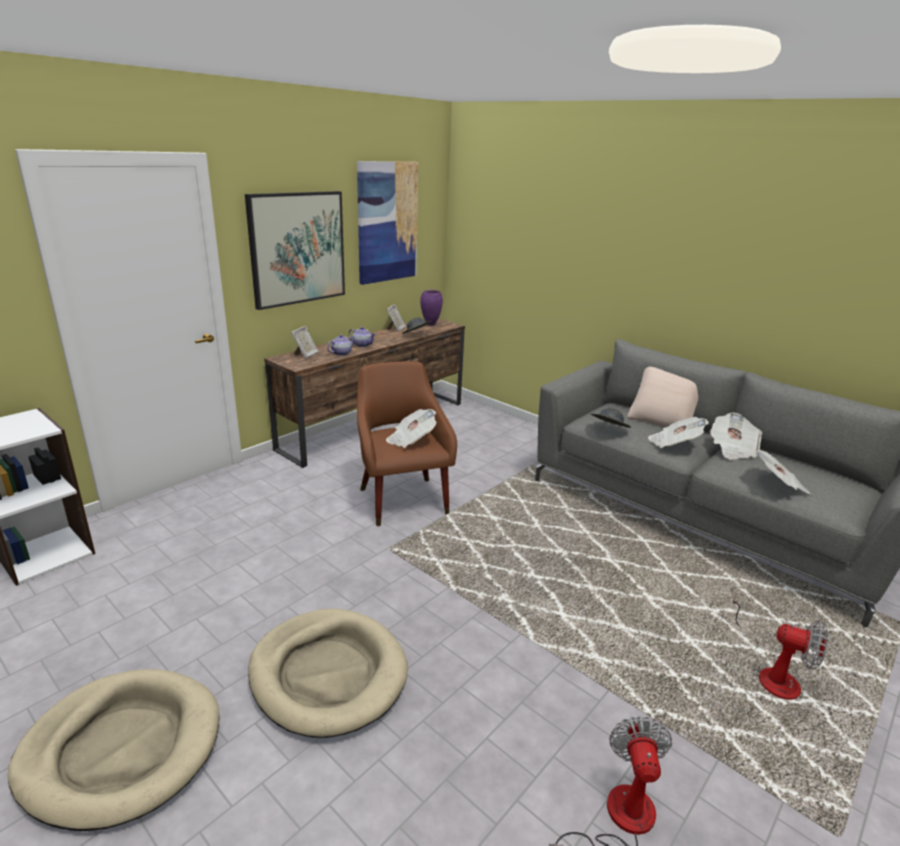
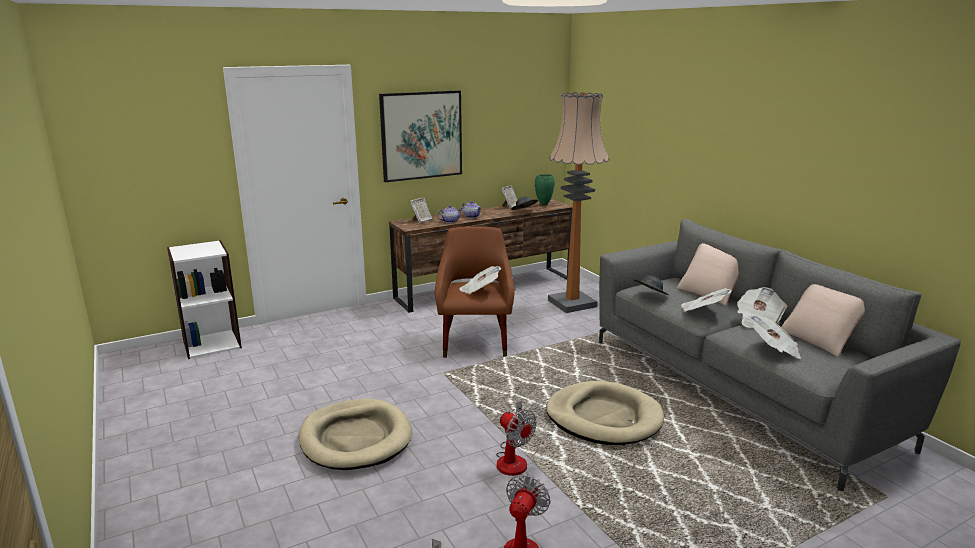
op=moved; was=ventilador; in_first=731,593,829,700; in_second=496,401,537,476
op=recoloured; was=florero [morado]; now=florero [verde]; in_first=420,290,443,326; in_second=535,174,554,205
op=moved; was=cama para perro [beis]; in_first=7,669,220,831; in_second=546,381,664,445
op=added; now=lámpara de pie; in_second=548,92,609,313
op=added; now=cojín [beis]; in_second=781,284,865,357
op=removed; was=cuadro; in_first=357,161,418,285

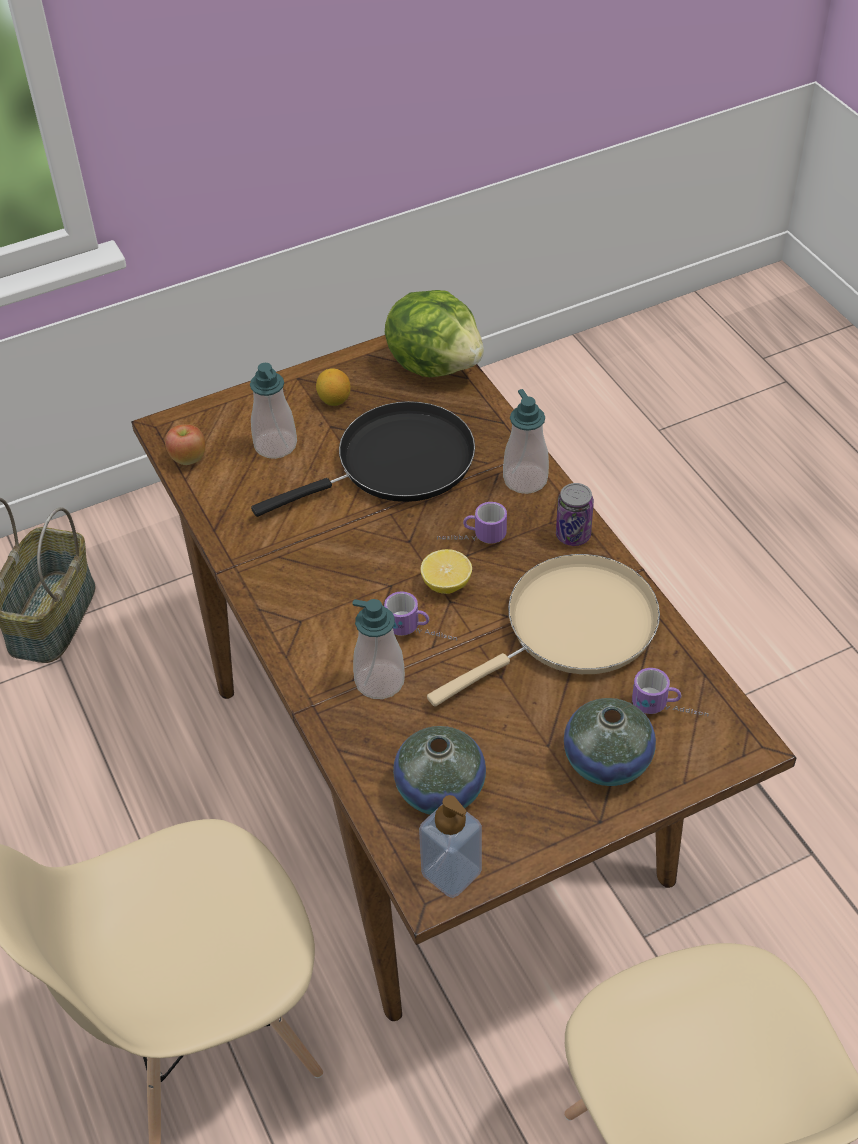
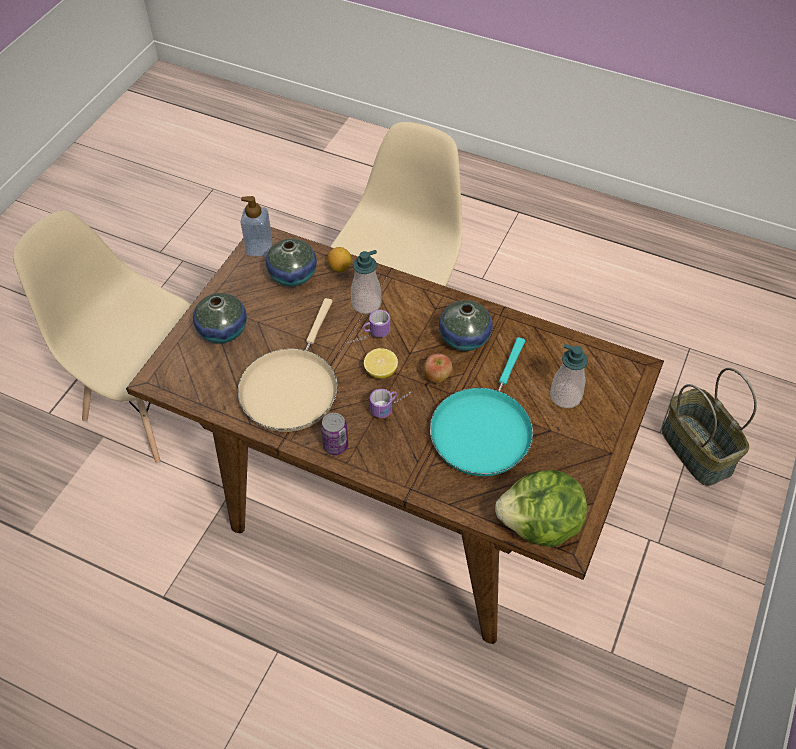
op=moved; was=limón; in_first=316,368,351,406; in_second=328,247,351,272
op=moved; was=manzana; in_first=165,424,205,465; in_second=424,354,452,383
op=recoloured; was=sartén [negro]; now=sartén [turquesa]; in_first=251,401,475,517; in_second=430,337,533,476
op=added; now=florero; in_second=439,300,493,351
op=removed; was=dispensador de jabón; in_first=503,389,549,494
op=removed; was=taza grande; in_first=632,668,709,716

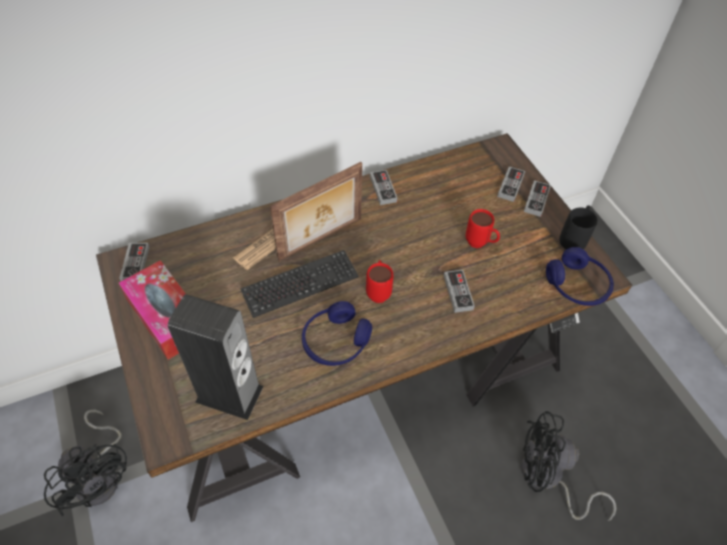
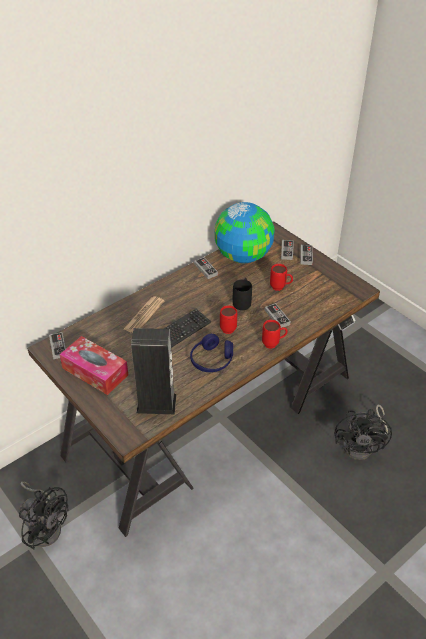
op=added; now=globo terráqueo; in_second=215,202,275,263
op=moved; was=taza grande [negro]; in_first=559,205,597,249; in_second=233,278,252,310
op=added; now=taza grande [rojo]; in_second=262,320,288,349
op=turned; was=ventilador [negro]; in_first=521,411,616,521; in_second=335,405,392,460; clockwise=-75
op=removed; was=portarretratos; in_first=270,162,362,261
op=removed; was=auriculares [azul]; in_first=546,247,614,306

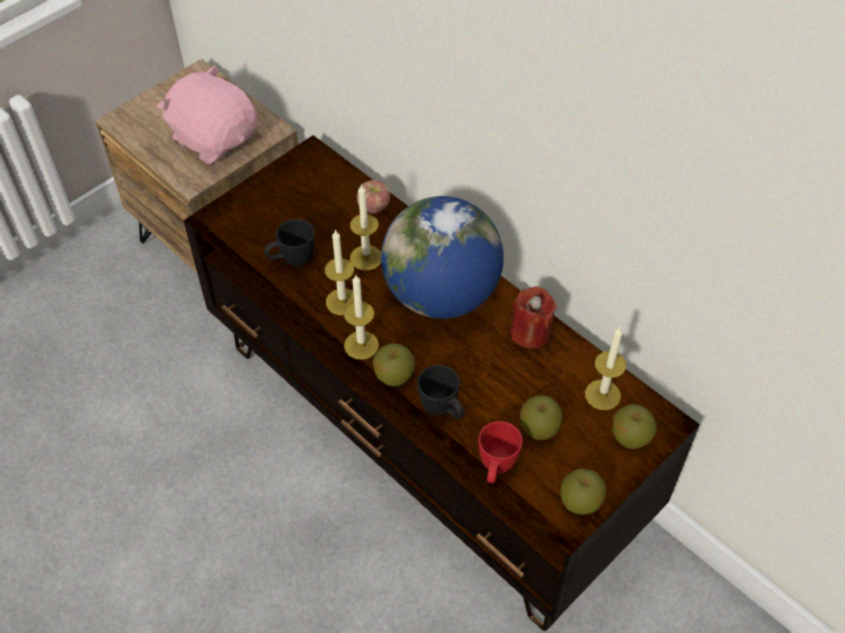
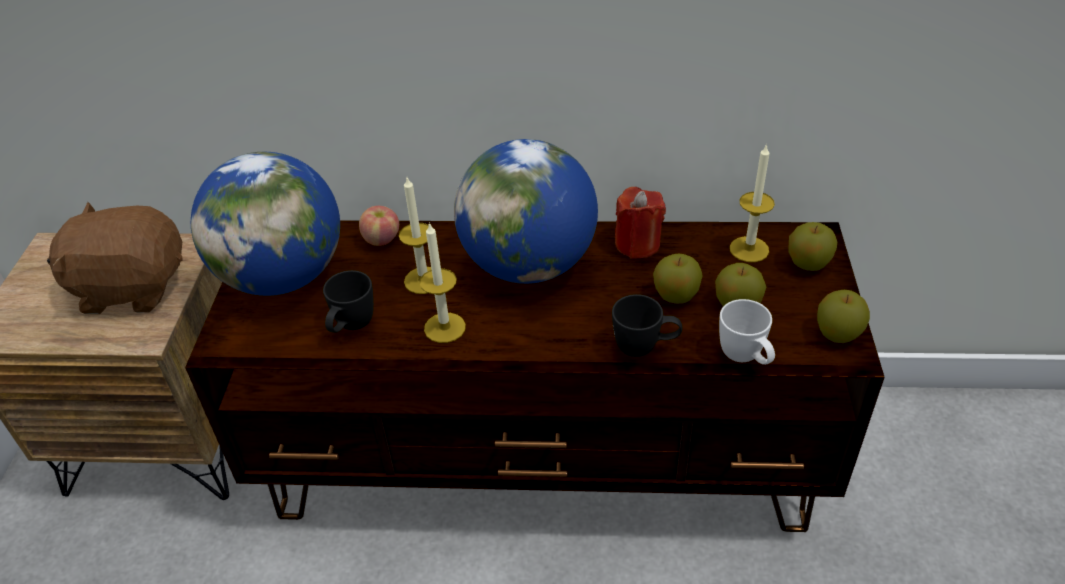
op=recoloured; was=peluche [rosa]; now=peluche [marrón]; in_first=157,65,257,164; in_second=47,202,183,314
op=added; now=globo terráqueo; in_second=191,152,340,296
op=moved; was=manzana; in_first=373,343,415,387; in_second=653,253,703,304
op=recoloured; was=taza grande [rojo]; now=taza grande [blanco]; in_first=478,421,523,483; in_second=719,299,775,365
op=removed; was=vela; in_first=344,275,379,360

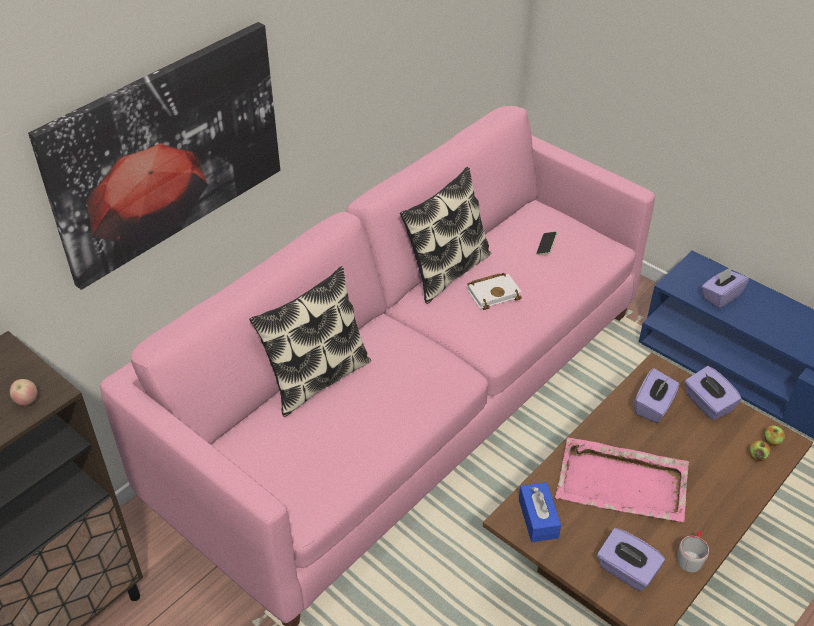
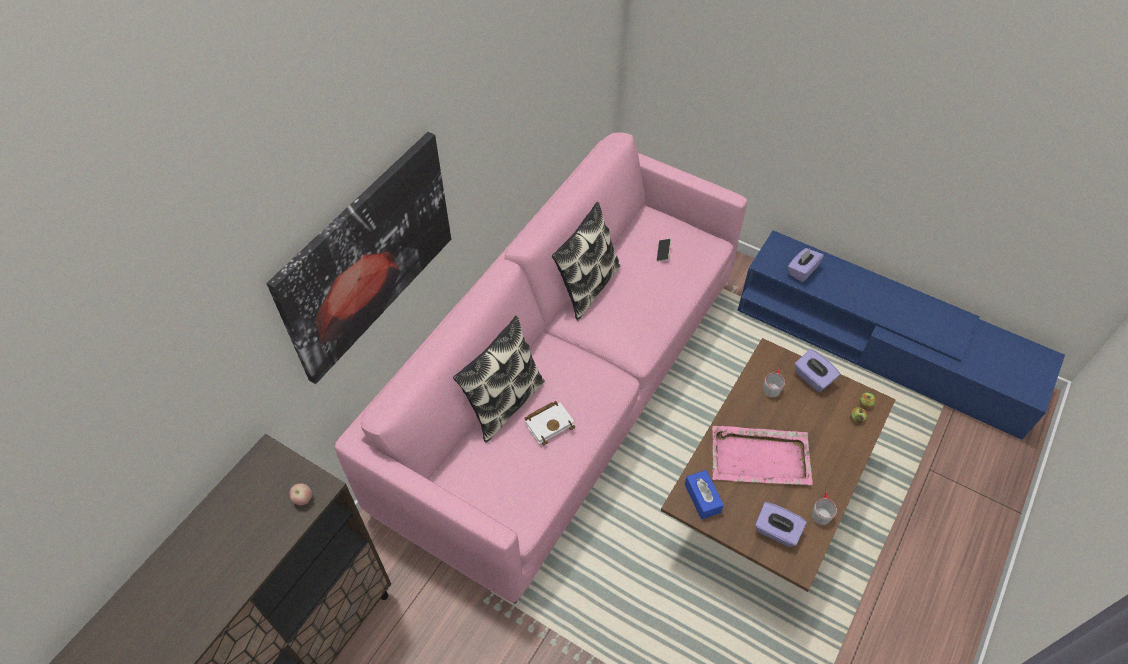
op=moved; was=libro [blanco]; in_first=467,273,522,310; in_second=525,401,575,445
op=replaced; was=caja de pañuelos [morado]; now=taza grande [gris]; in_first=634,368,679,423; in_second=763,369,785,397

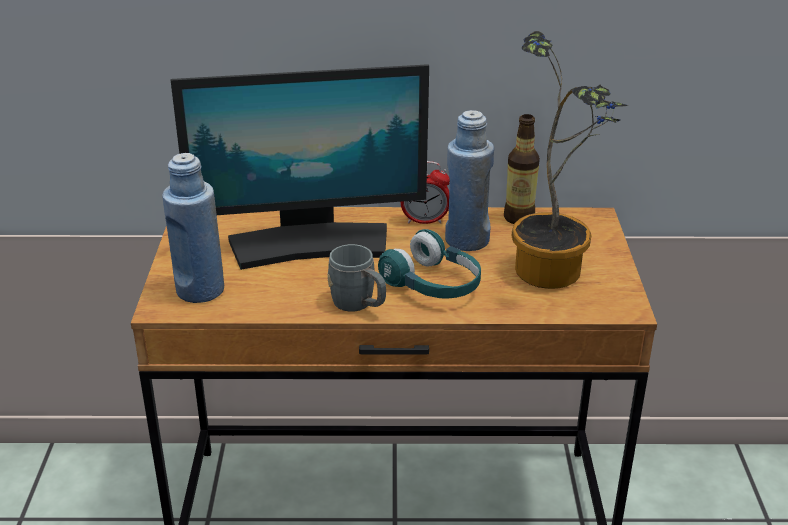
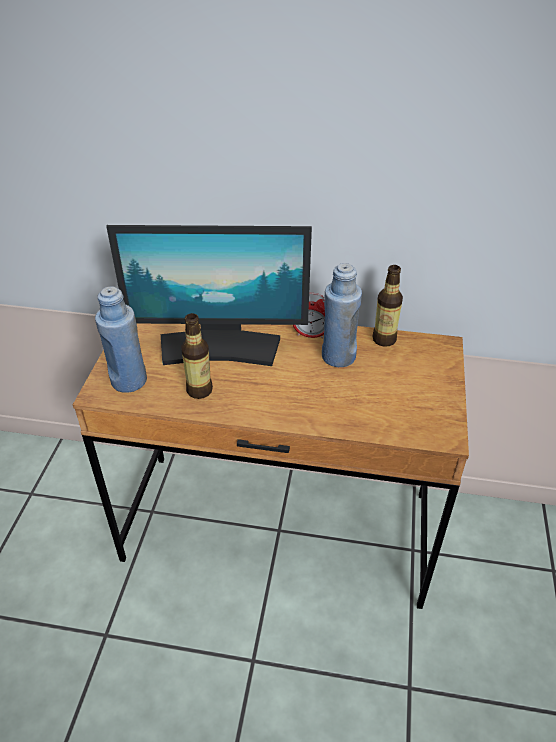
op=added; now=botella; in_second=181,313,213,399
op=removed; was=taza grande [gris]; in_first=327,244,386,312
op=removed; was=auriculares [turquesa]; in_first=378,229,481,299
op=removed; was=planta en maceta; in_first=512,31,628,289

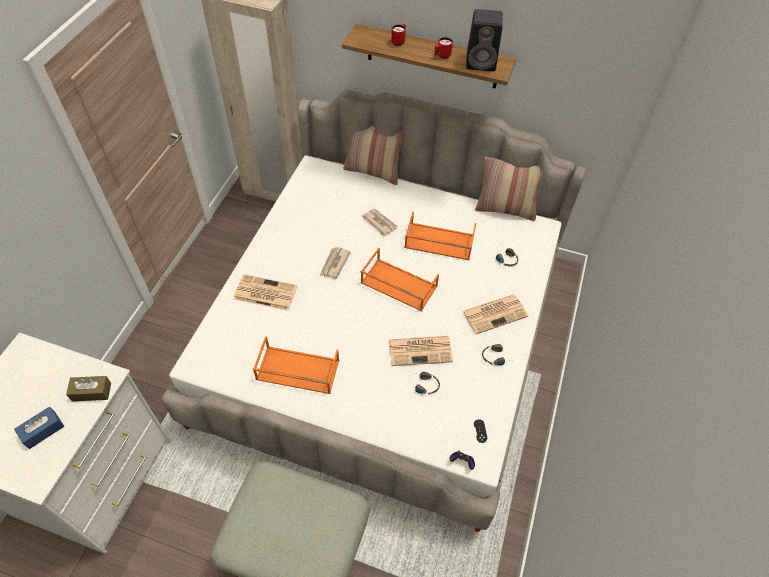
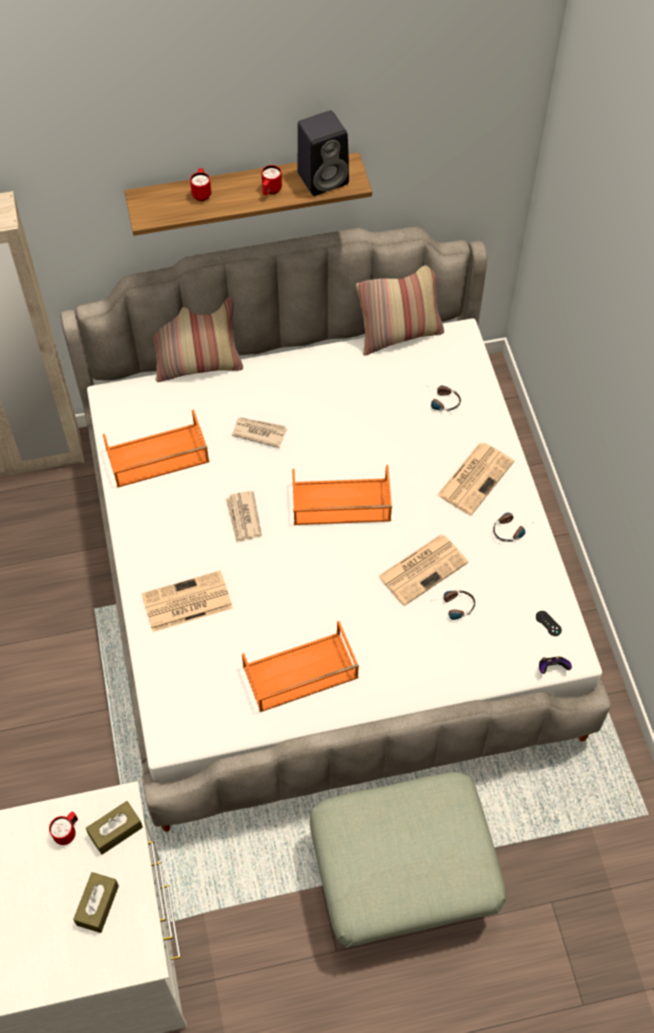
op=added; now=taza grande [rojo]; in_second=49,812,78,845
op=recoloured; was=caja de pañuelos [azul]; now=caja de pañuelos [marrón]; in_first=14,407,64,449; in_second=73,872,119,933
op=moved; was=bandeja [naranja]; in_first=404,211,476,260; in_second=103,410,210,488

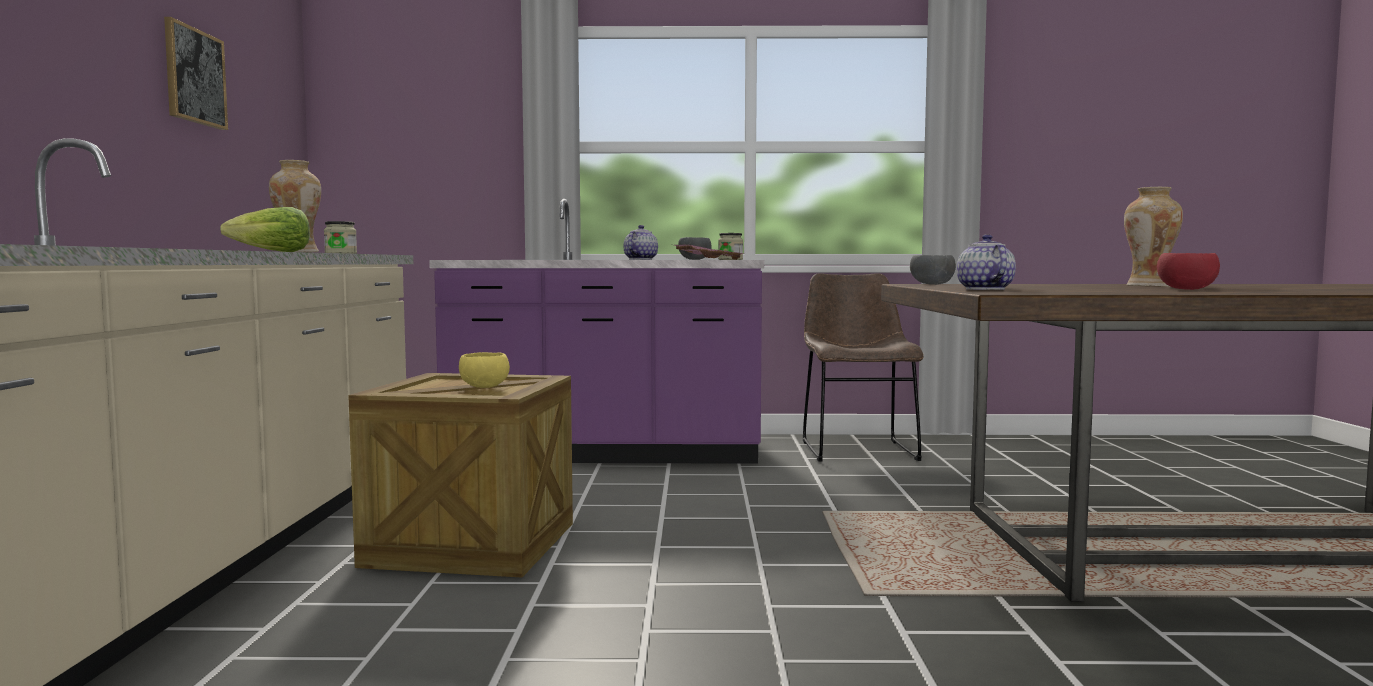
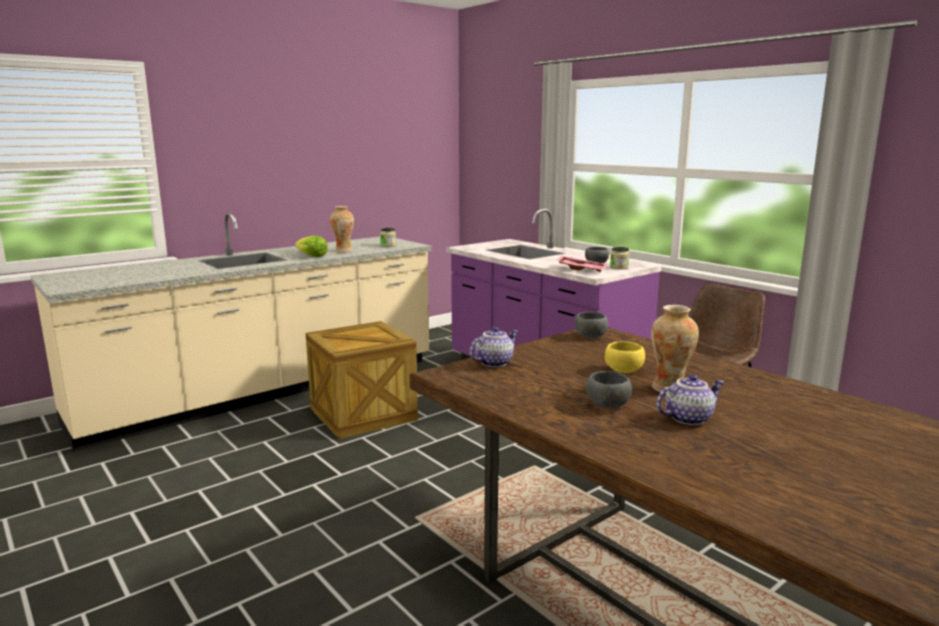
op=recoloured; was=cuenco [rojo]; now=cuenco [gris]; in_first=1157,253,1220,290; in_second=586,371,632,408
op=moved; was=cuenco [amarillo]; in_first=459,352,510,388; in_second=605,341,645,373
op=moved; was=tetera; in_first=623,225,658,260; in_second=657,374,724,425
op=removed; was=cuadro; in_first=164,17,228,130

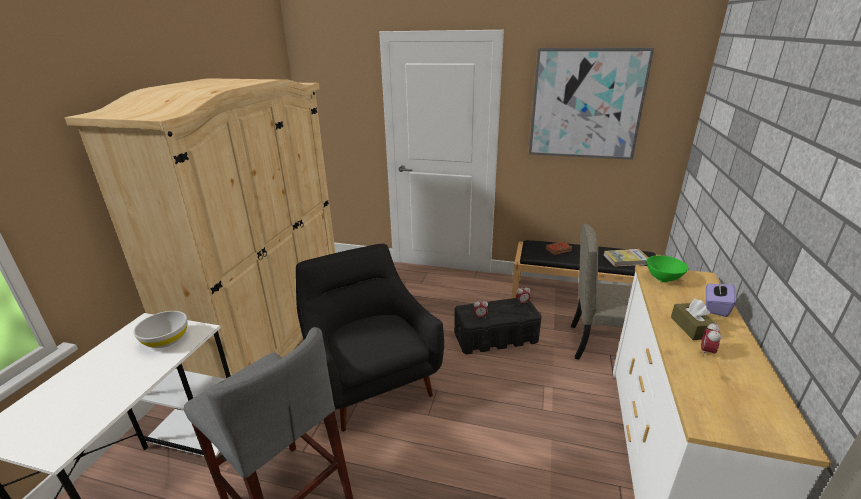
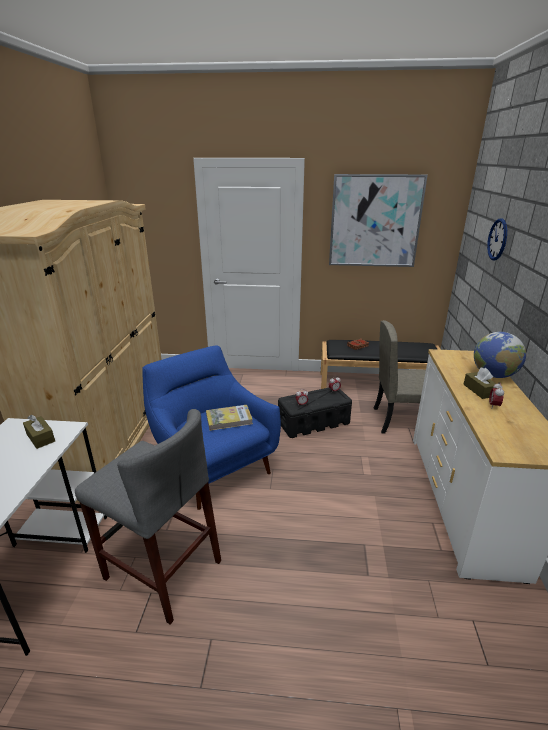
op=replaced; was=cuenco [blanco]; now=caja de pañuelos [marrón]; in_first=133,311,188,348; in_second=23,415,55,449
op=recoloured; was=sillón [negro]; now=sillón [azul]; in_first=296,244,444,432; in_second=142,345,281,510
op=moved; was=libro; in_first=604,249,649,267; in_second=206,405,253,431
op=replaced; was=caja de pañuelos [morado]; now=globo terráqueo; in_first=705,281,736,317; in_second=474,332,526,378
op=added; now=reloj de pared; in_second=487,219,507,260
op=removed; was=cuenco [verde]; in_first=646,255,688,282

